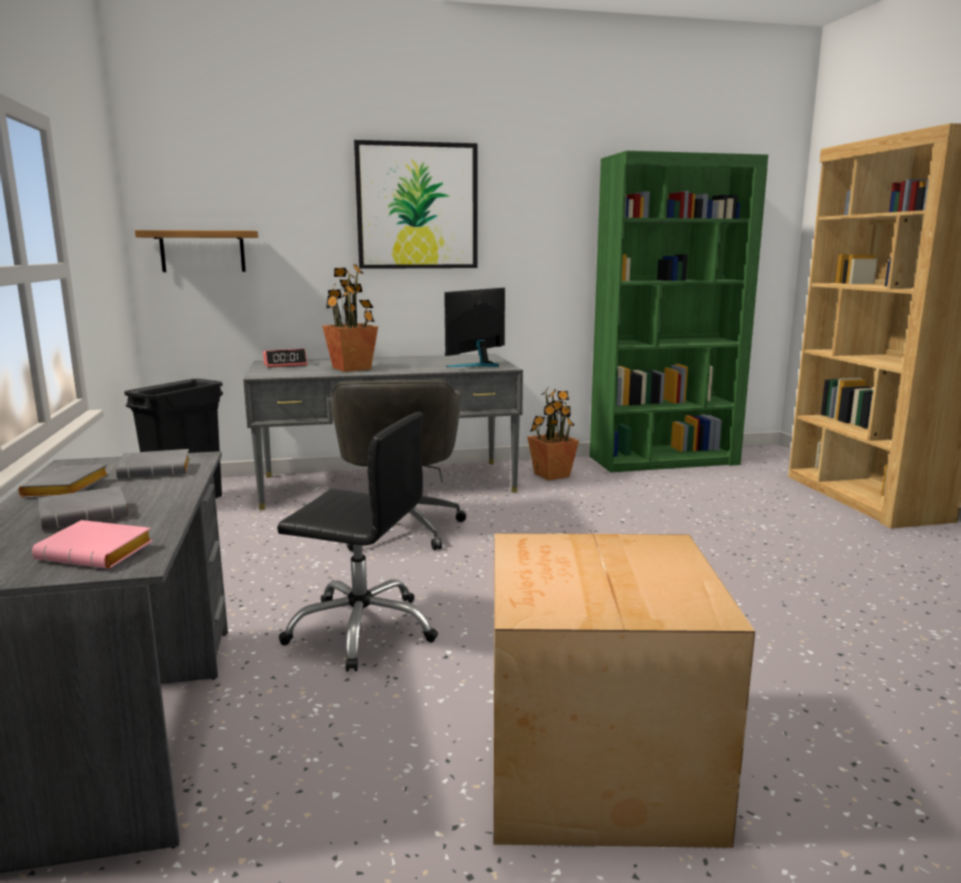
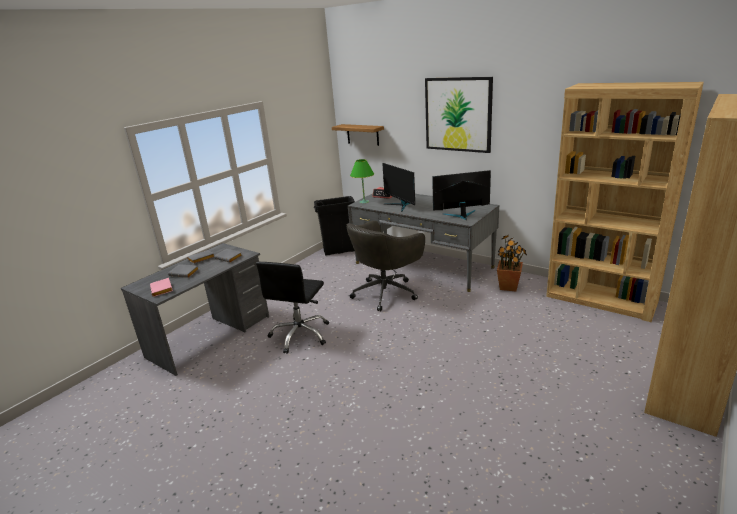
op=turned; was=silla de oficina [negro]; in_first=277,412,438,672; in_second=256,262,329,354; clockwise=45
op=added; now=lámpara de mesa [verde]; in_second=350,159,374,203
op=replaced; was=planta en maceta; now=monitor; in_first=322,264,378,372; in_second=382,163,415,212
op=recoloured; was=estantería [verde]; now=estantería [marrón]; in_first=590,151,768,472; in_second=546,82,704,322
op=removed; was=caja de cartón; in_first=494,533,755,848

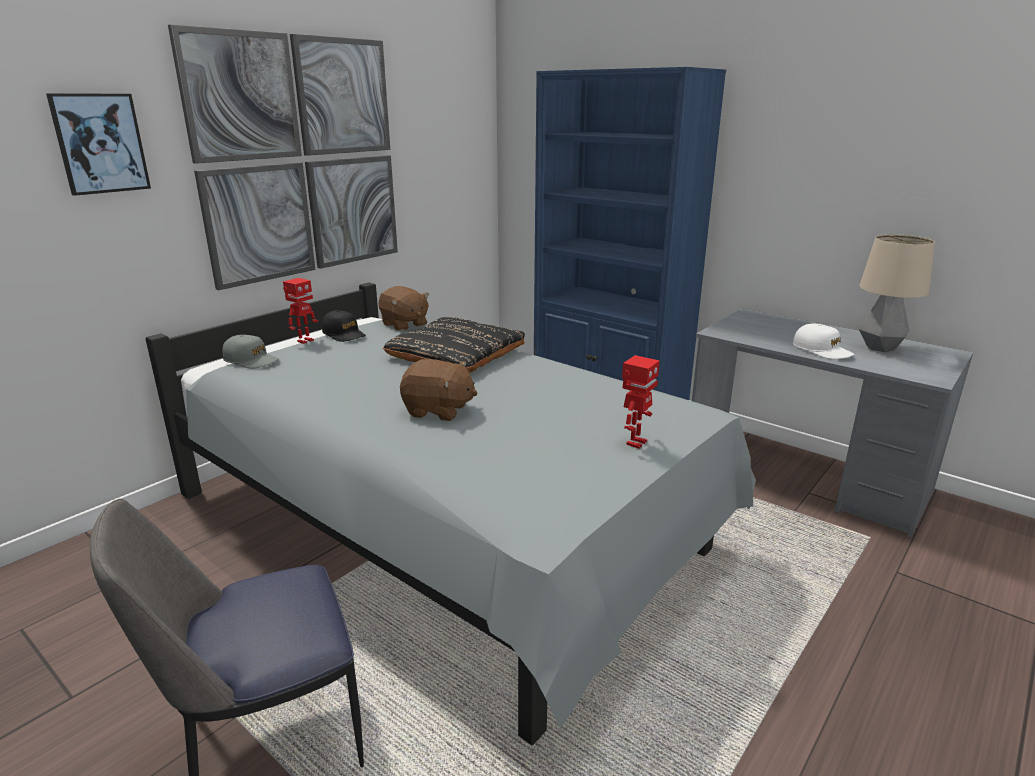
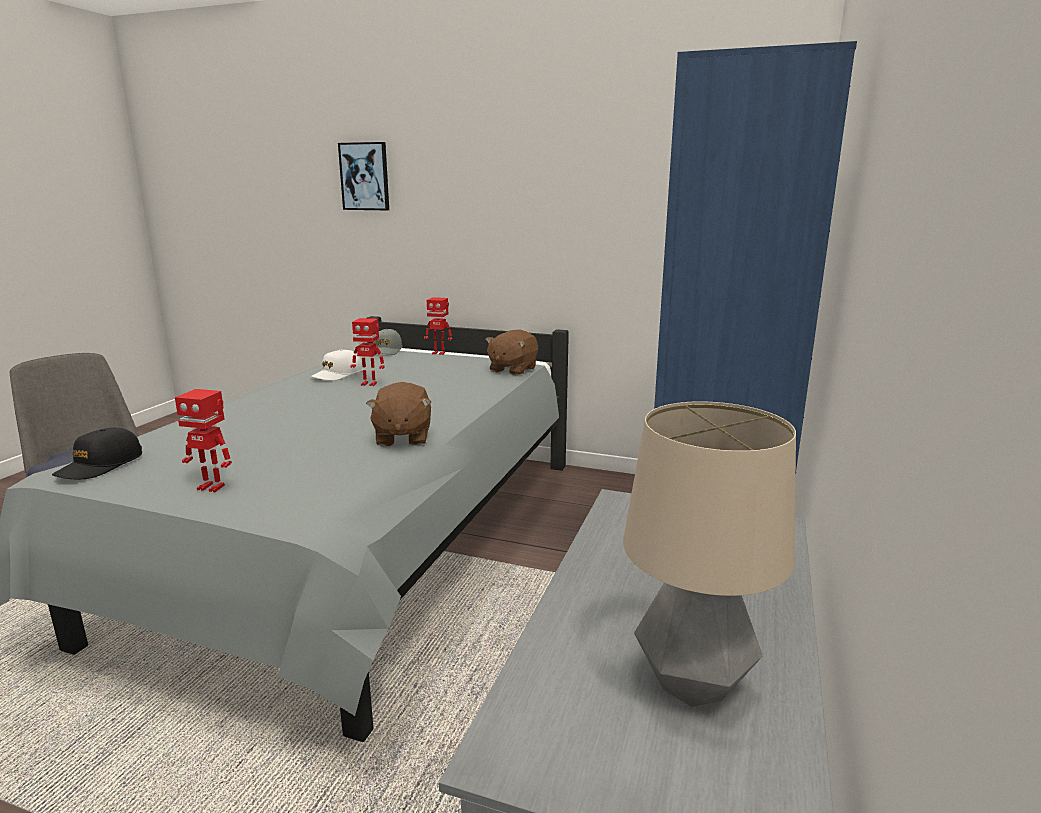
op=moved; was=gorra [negro]; in_first=322,310,366,342; in_second=52,427,142,479
op=moved; was=gorra [blanco]; in_first=793,324,855,359; in_second=311,350,363,381
op=added; now=robot de juguete; in_second=351,318,385,386
op=moved; was=peluche [marrón]; in_first=400,359,477,421; in_second=366,382,431,447
op=removed; was=cuadro; in_first=168,25,398,290
op=removed; was=cojín [negro]; in_first=383,317,525,373

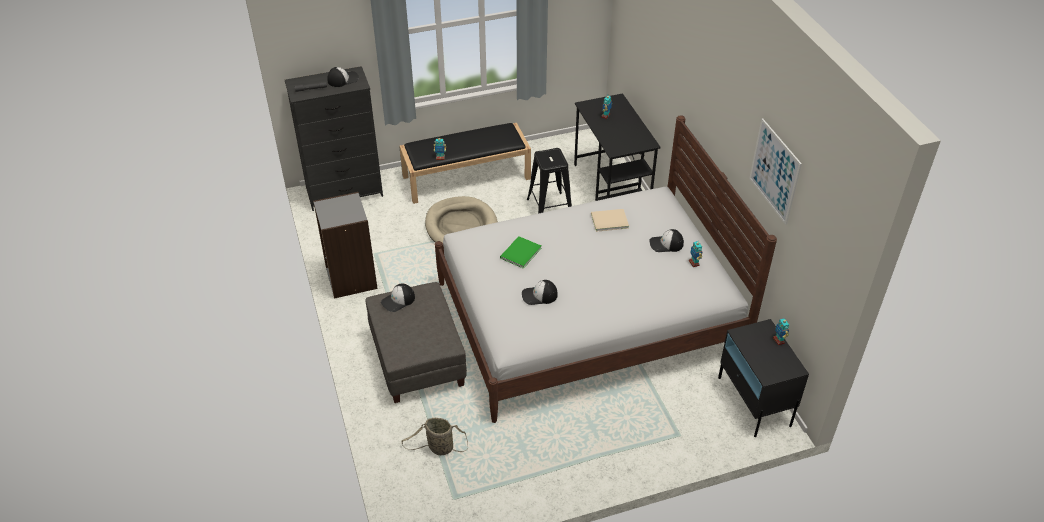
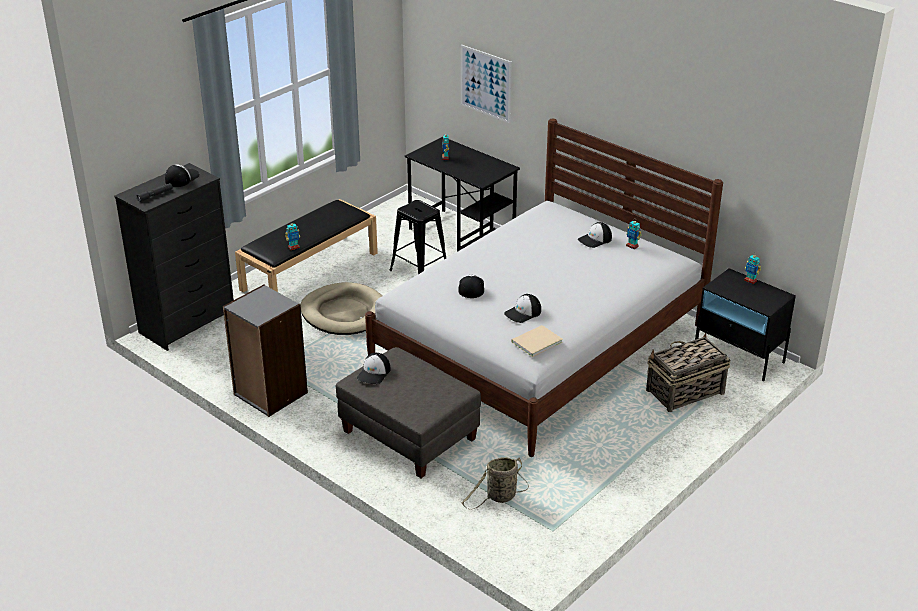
op=replaced; was=libro [verde]; now=gorra; in_first=500,236,541,269; in_second=458,275,484,298
op=moved; was=cuadro; in_first=749,118,802,225; in_second=461,45,512,123
op=moved; was=libro [beis]; in_first=591,209,629,232; in_second=511,325,563,357
op=added; now=cesta; in_second=646,332,730,412

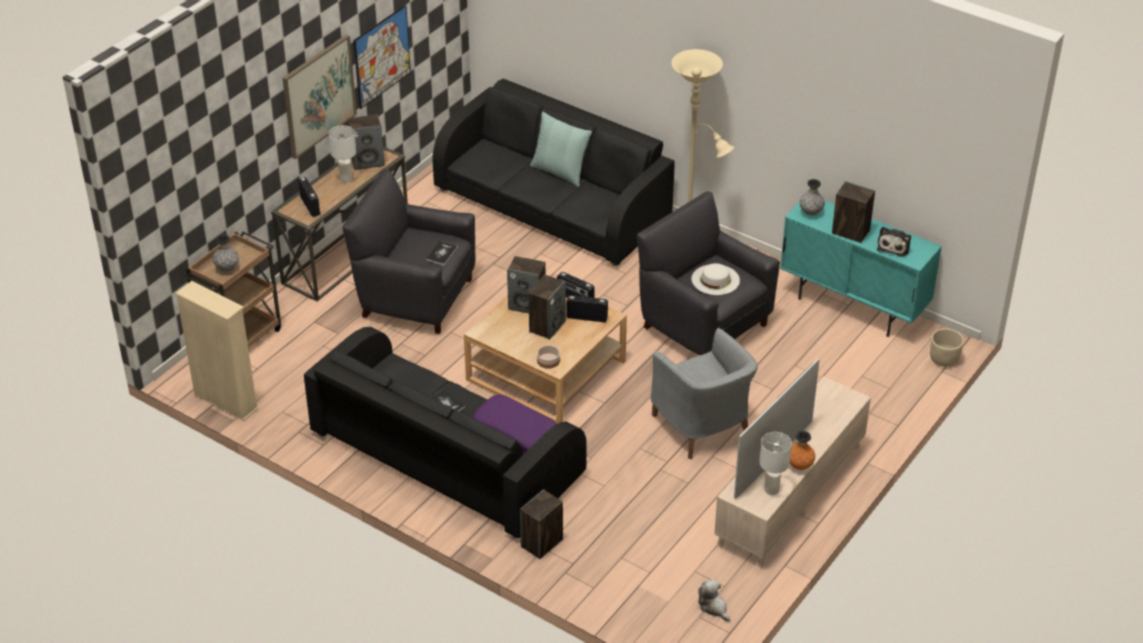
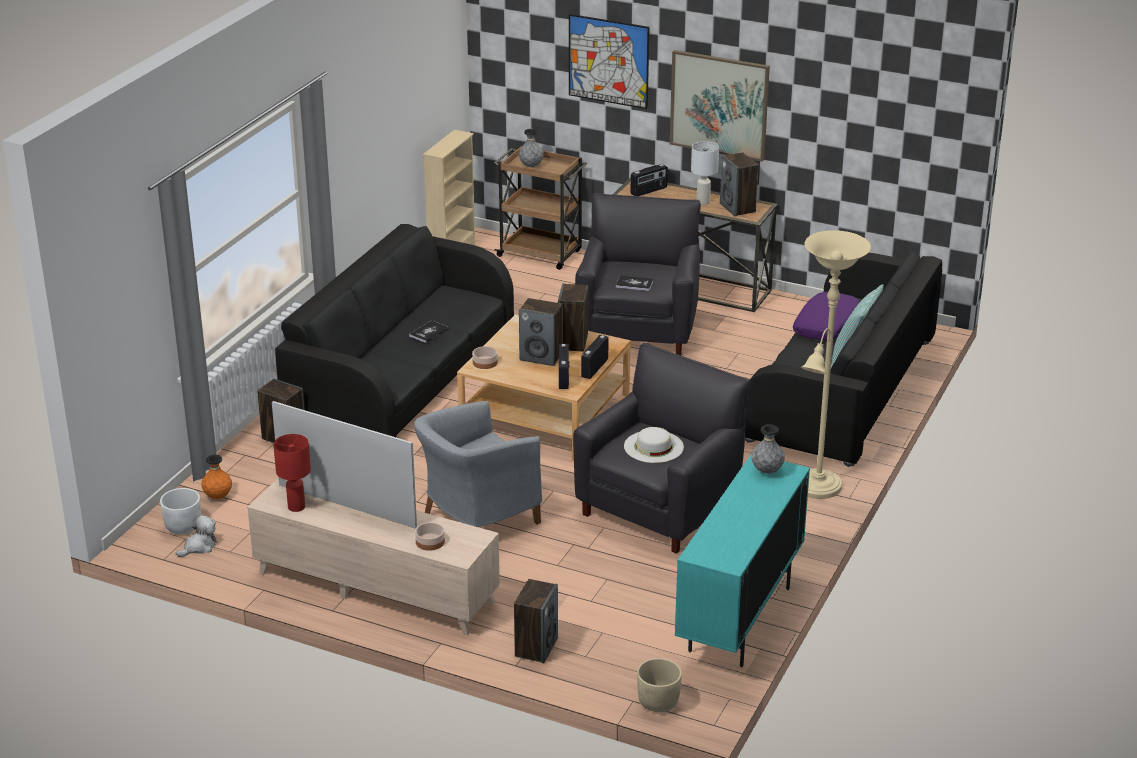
op=added; now=maceta [blanco]; in_second=160,488,201,534
op=moved; was=florero [naranja]; in_first=790,431,815,470; in_second=201,455,232,499
op=recoloured; was=lámpara de mesa [blanco]; now=lámpara de mesa [rojo]; in_first=759,432,792,495; in_second=273,434,311,512
op=added; now=cuenco; in_second=415,522,445,551
op=moved; was=altavoz; in_first=832,181,875,243; in_second=514,579,558,663
op=moved; was=cuadro; in_first=354,5,411,109; in_second=569,14,650,109
op=moved; was=cojín [morado]; in_first=473,395,557,453; in_second=793,292,860,340
op=removed; was=peluche; in_first=877,227,911,257

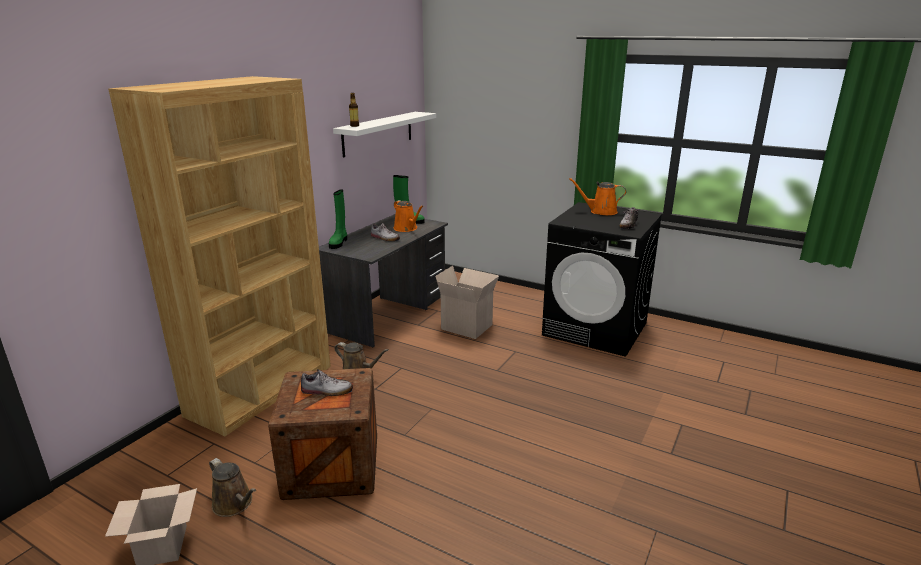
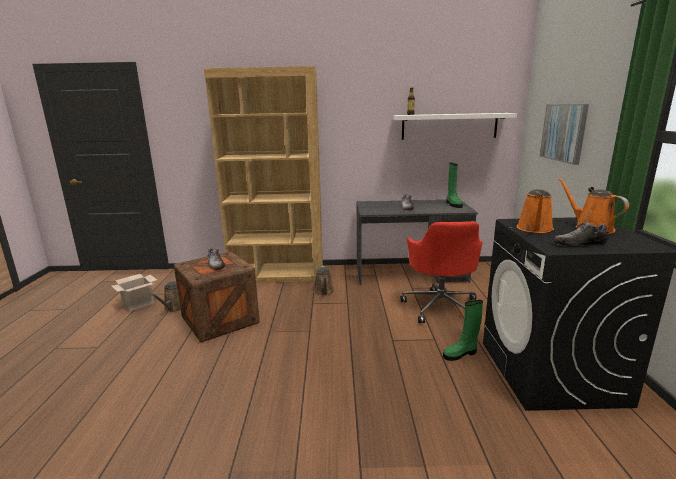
op=replaced; was=caja de cartón; now=silla de oficina [rojo]; in_first=435,266,499,339; in_second=401,221,483,323
op=moved; was=bota [verde]; in_first=329,189,347,249; in_second=443,300,483,361
op=moved; was=regadera [naranja]; in_first=394,200,423,232; in_second=517,189,554,233
op=added; now=cuadro; in_second=540,104,589,165

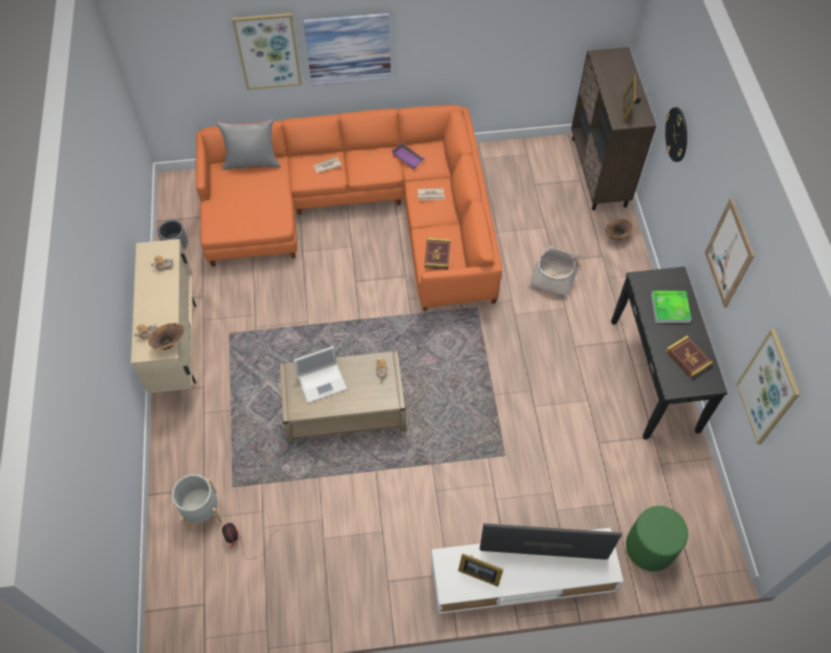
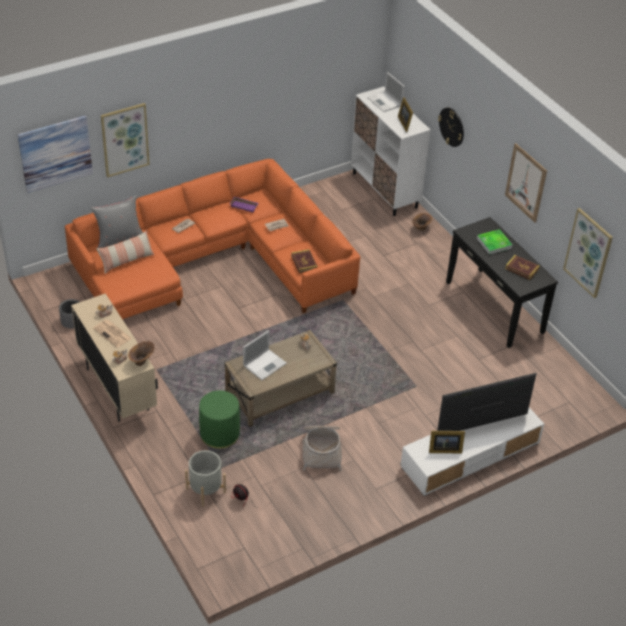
op=moved; was=cuadro; in_first=303,13,391,86; in_second=17,115,93,193
op=added; now=periódico; in_second=93,320,132,348
op=added; now=cojín; in_second=96,230,154,274
op=moved; was=puf [verde]; in_first=626,506,688,572; in_second=199,390,240,449
op=moved; was=cesta; in_first=528,244,581,300; in_second=302,426,342,471
op=recoloured; was=armario [marrón]; now=armario [blanco]; in_first=571,47,656,211; in_second=351,87,431,216
op=added; now=portátil; in_second=367,72,405,112

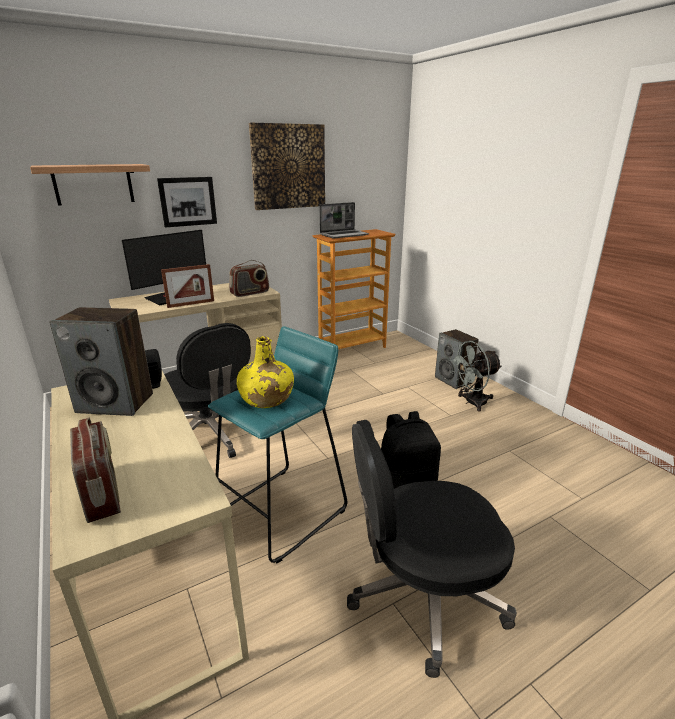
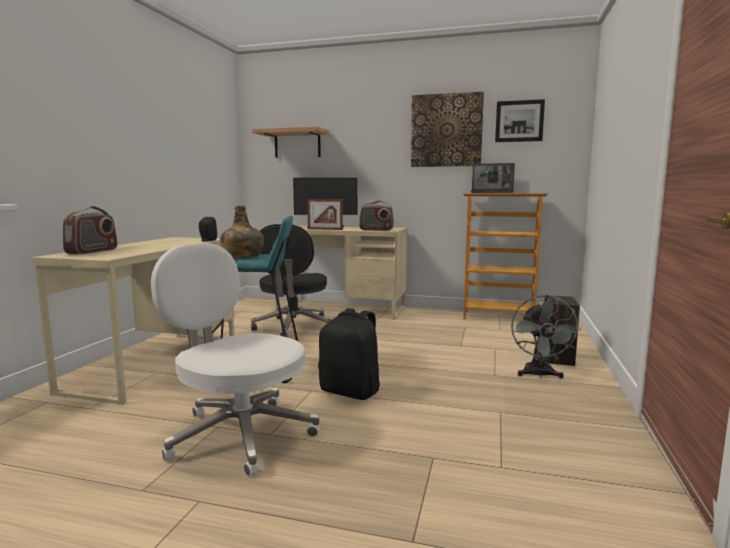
op=recoloured; was=silla de oficina [negro]; now=silla de oficina [blanco]; in_first=347,420,517,678; in_second=151,243,320,477
op=recoloured; was=botella [amarillo]; now=botella [verde]; in_first=237,336,294,408; in_second=220,206,264,258
op=moved; was=cuadro; in_first=157,177,217,228; in_second=495,99,545,142
op=turned; was=ventilador [gris]; in_first=448,341,502,412; in_second=511,295,582,379; clockwise=-105
op=removed; was=altavoz; in_first=49,307,153,416

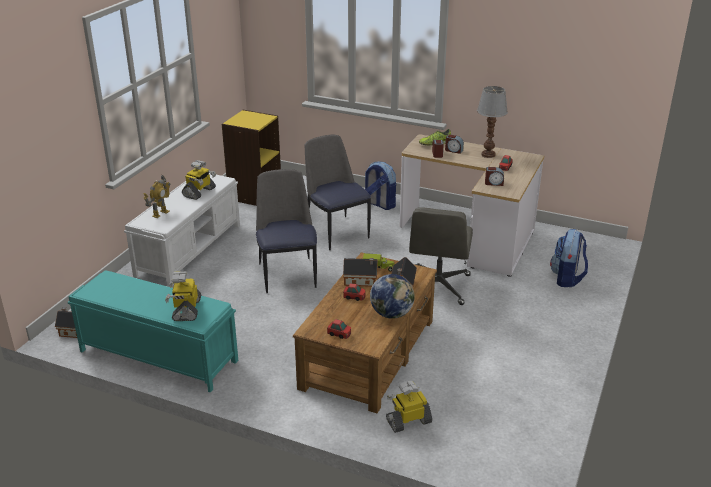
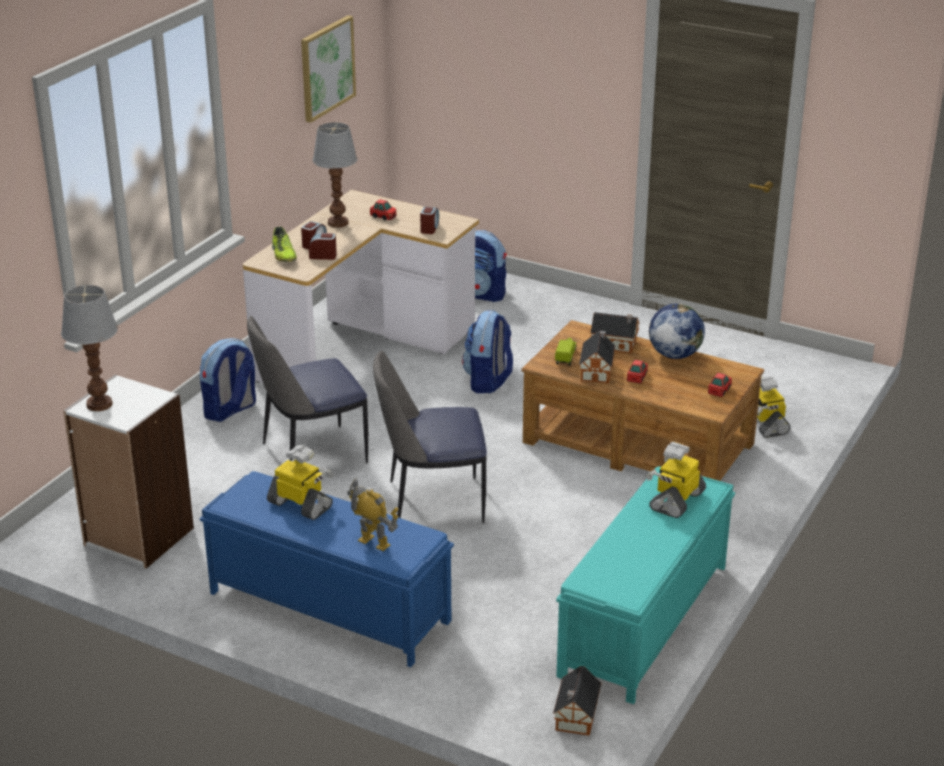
op=added; now=lámpara de mesa; in_second=61,285,118,411
op=recoloured; was=estantería [amarillo]; now=estantería [blanco]; in_first=222,110,281,206; in_second=63,375,194,569
op=recoloured; was=banco [blanco]; now=banco [azul]; in_first=124,173,240,287; in_second=200,471,454,667
op=added; now=cuadro; in_second=301,15,356,123
op=replaced; was=silla de oficina [gris]; now=mochila; in_first=409,207,473,305; in_second=462,310,513,393
op=turned; was=robot de juguete; in_first=165,271,201,321; in_second=647,442,706,518; clockwise=120

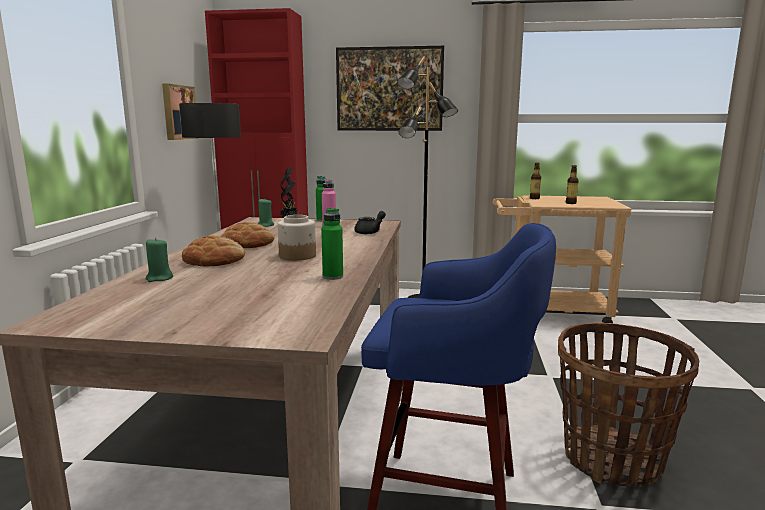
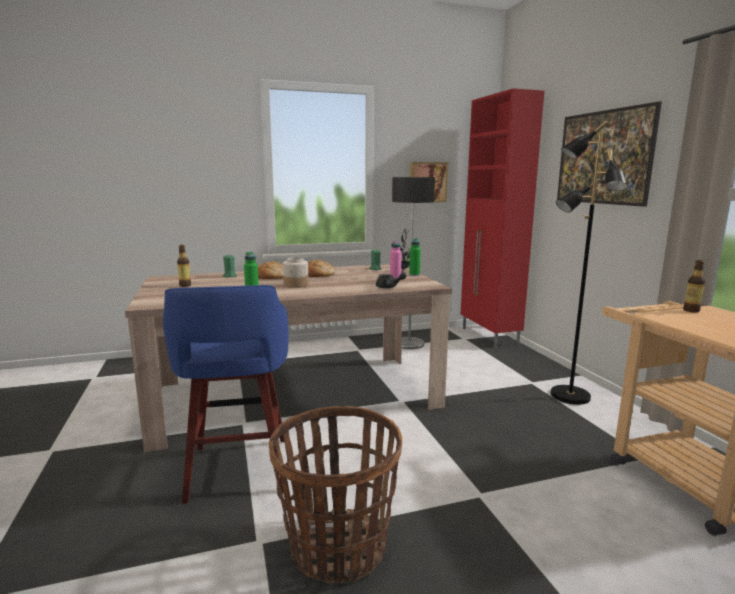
op=moved; was=botella; in_first=566,165,579,204; in_second=177,245,191,287

